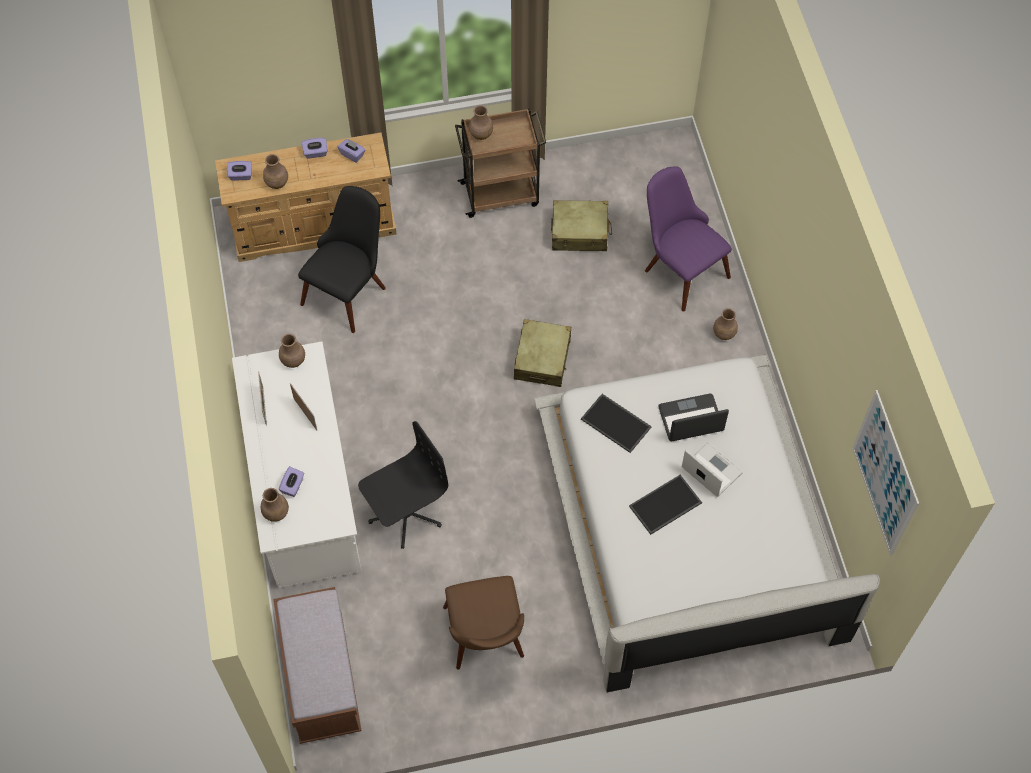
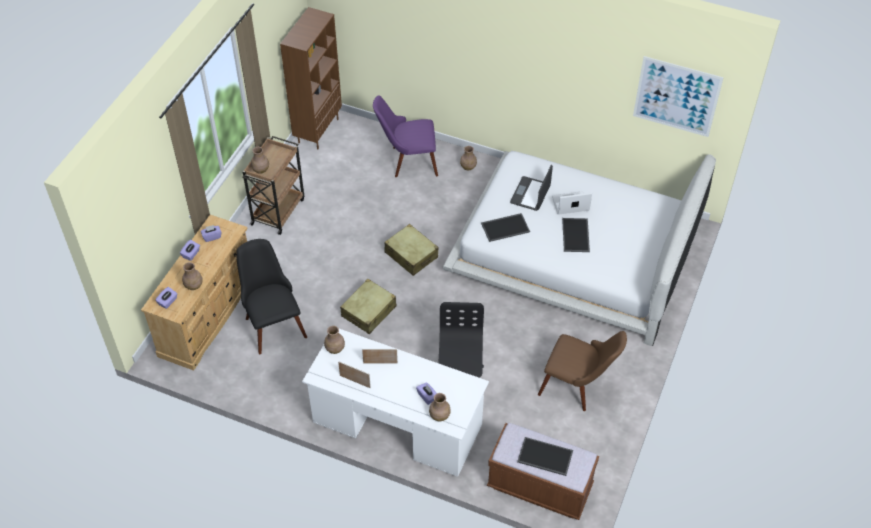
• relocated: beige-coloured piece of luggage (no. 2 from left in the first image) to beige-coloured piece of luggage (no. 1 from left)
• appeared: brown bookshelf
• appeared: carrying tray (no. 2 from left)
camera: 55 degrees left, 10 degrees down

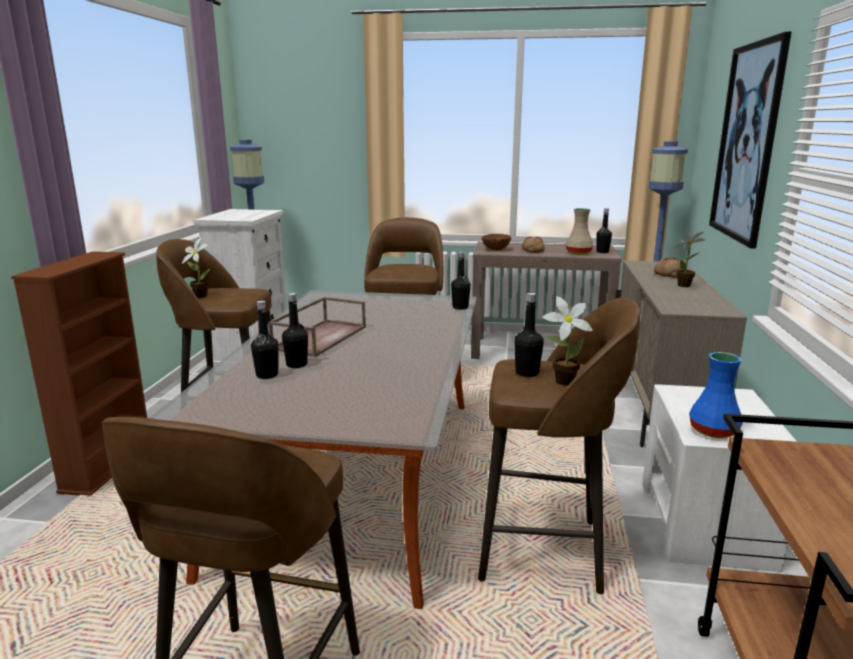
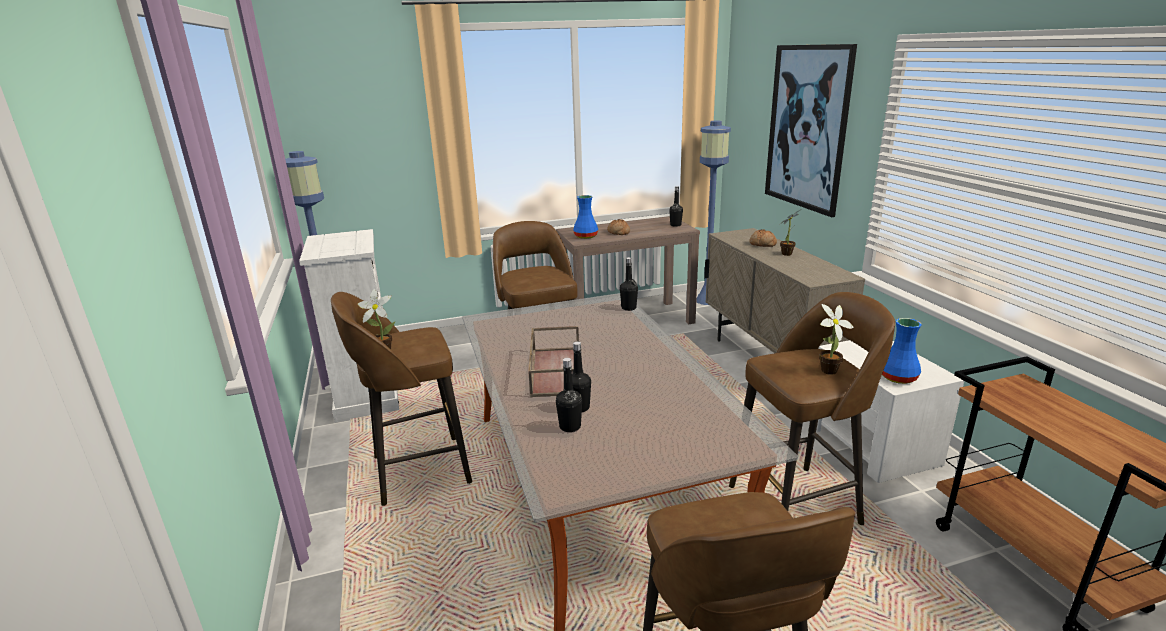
• missing: brown bookshelf
• exchanged: brown bowl to bluish flower vase (no. 1 from left)
• missing: black bottle (no. 4 from left)
• missing: beige-coloured flower vase
camera: 25 degrees left, 5 degrees up

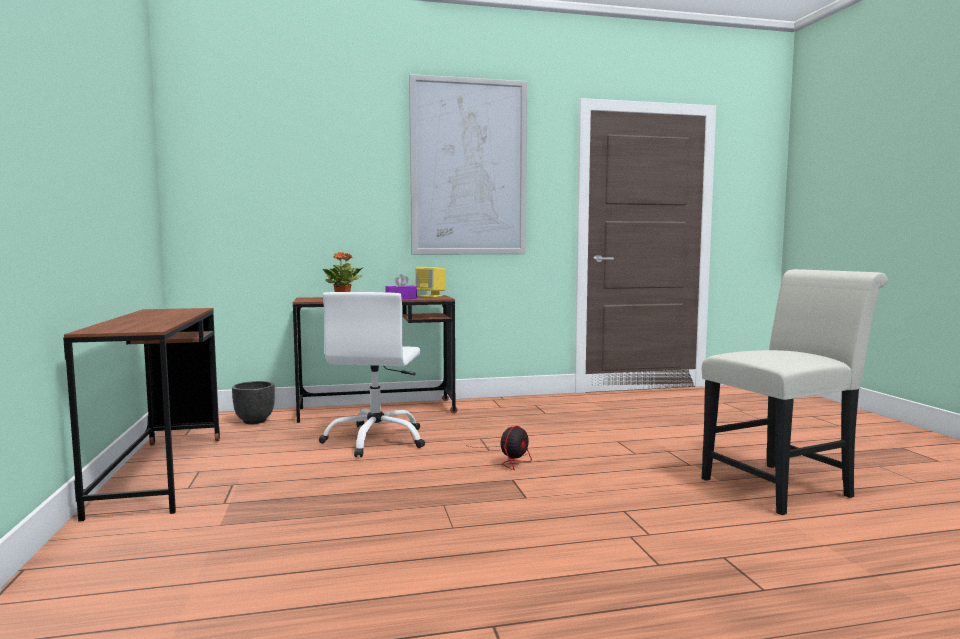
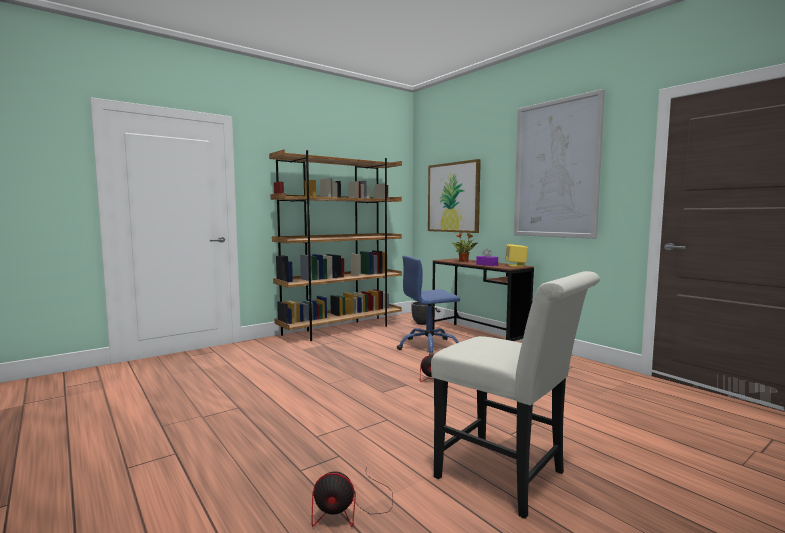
• exchanged: brown desk table (no. 1 from left) to brown bookshelf
• colour: white desk chair to bluish desk chair
• appeared: electric fan (no. 1 from left)
• appeared: picture (no. 1 from left)
camera: 65 degrees right, 0 degrees up

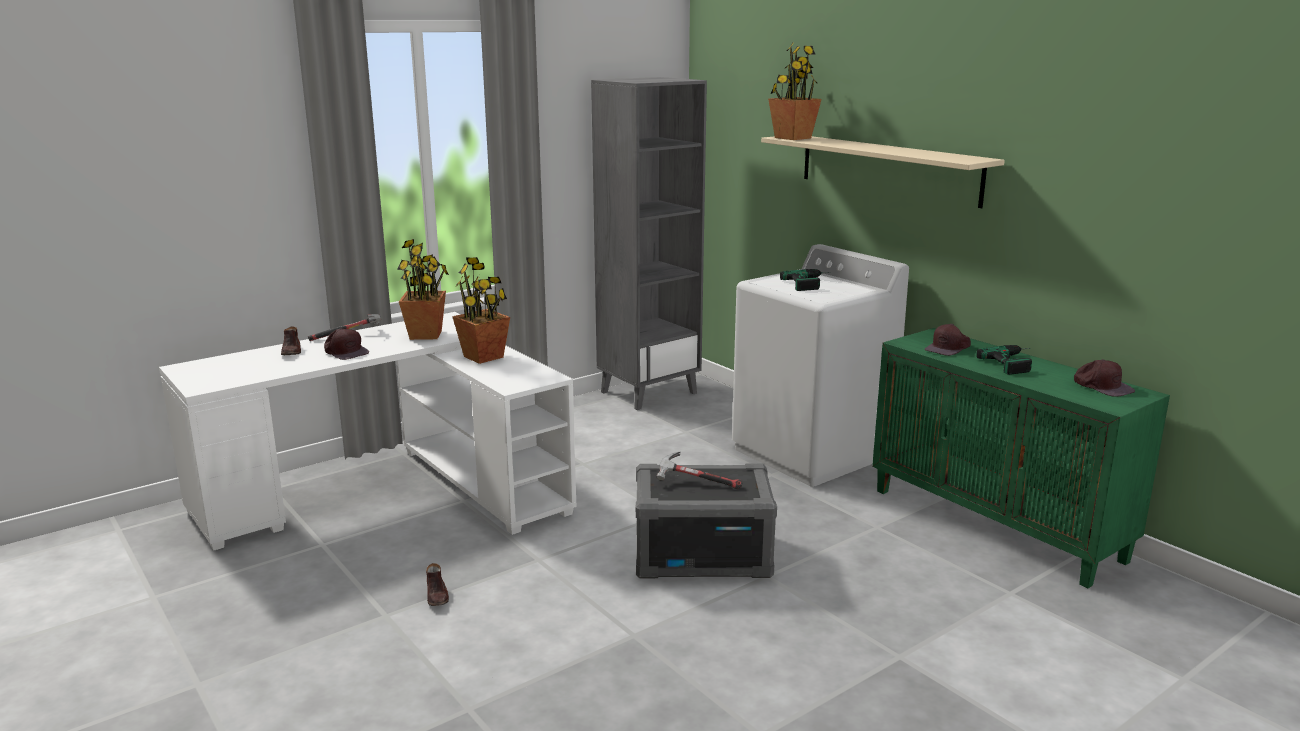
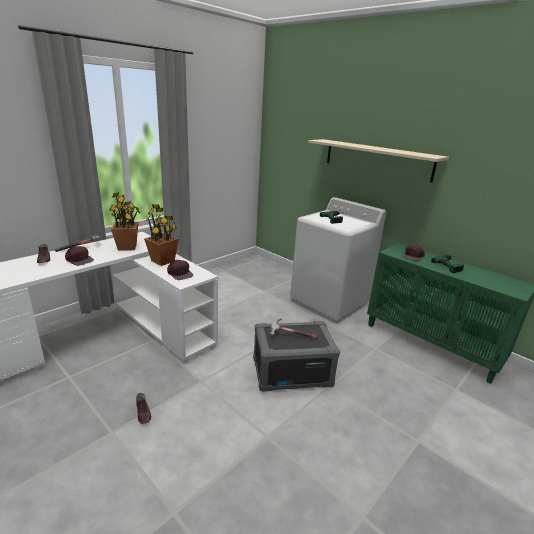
• missing: greyish bookshelf
• missing: plant in a pot (no. 3 from left)
• relocated: brown baseball cap (no. 3 from left in the first image) to brown baseball cap (no. 2 from left)
camera: 10 degrees left, 5 degrees up

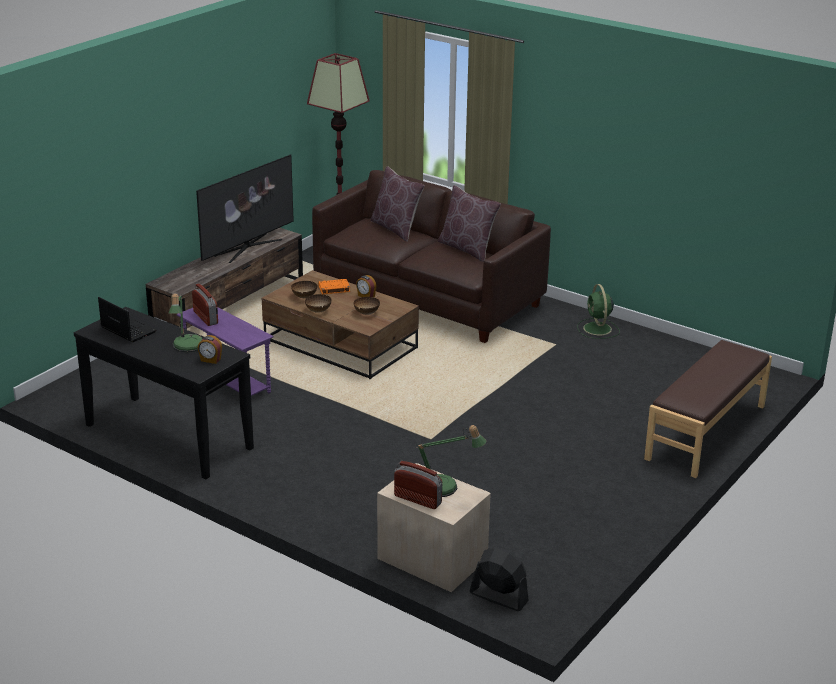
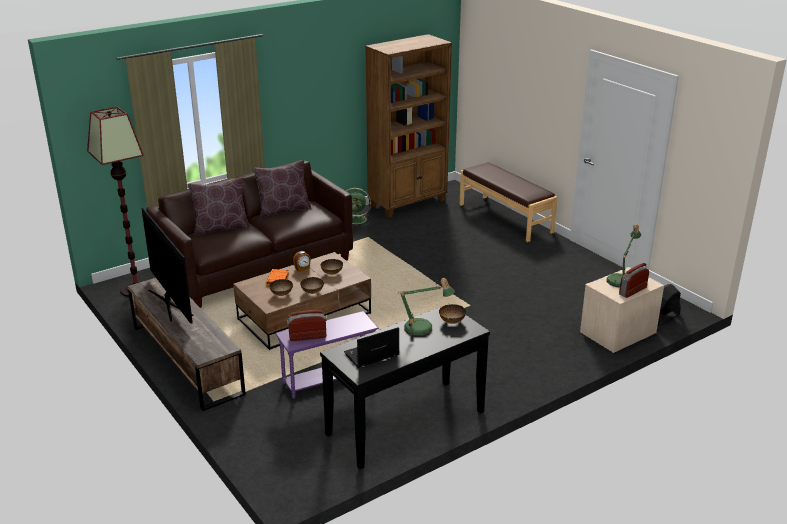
• exchanged: alarm clock (no. 1 from left) to bowl (no. 4 from left)
• appeared: brown bookshelf
camera: 70 degrees left, 0 degrees up

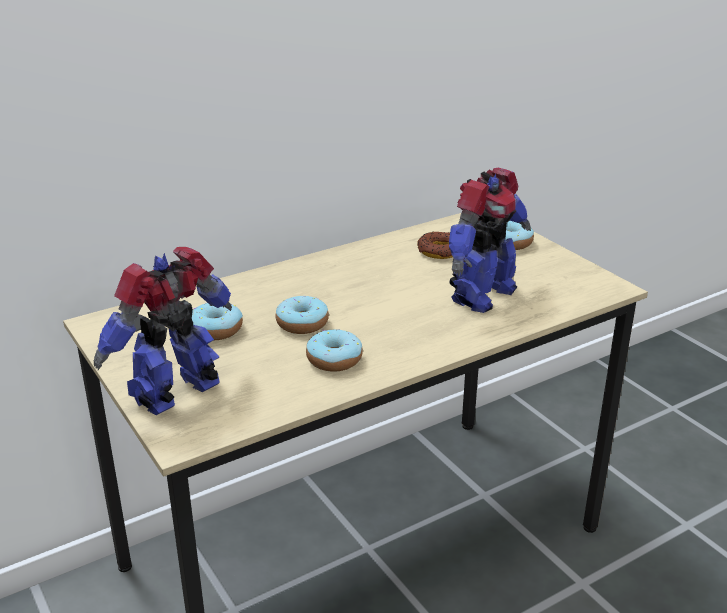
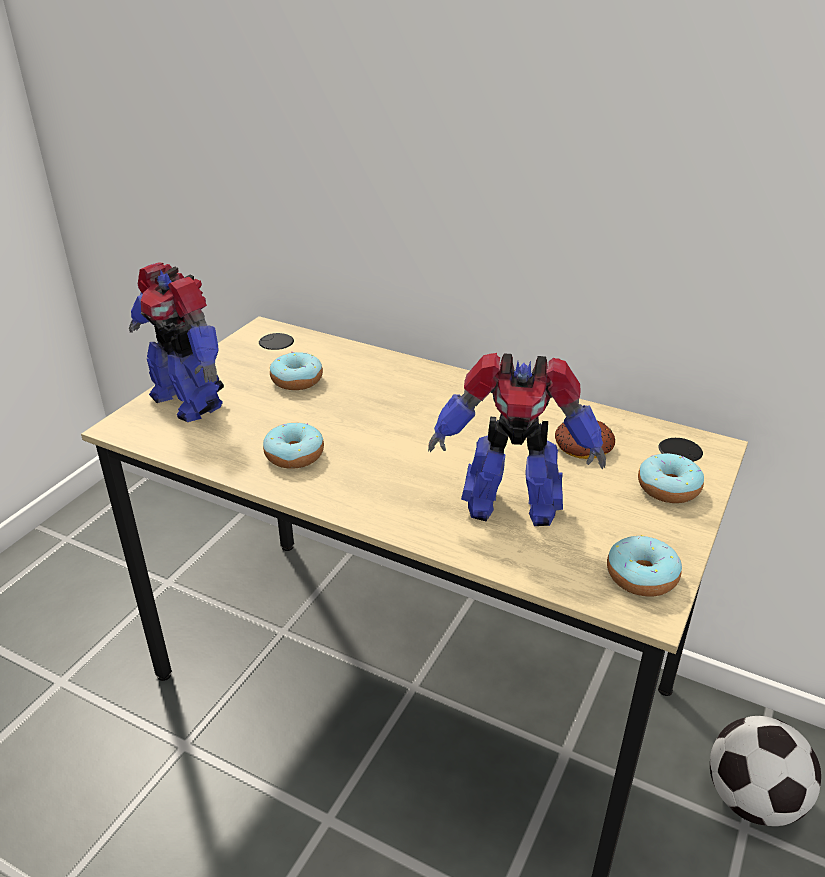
• spun: toy robot (no. 1 from left) 150 degrees counterclockwise
• relocated: donut (no. 2 from left in the first image) to donut (no. 4 from left)
• appeared: football
camera: 60 degrees right, 5 degrees up

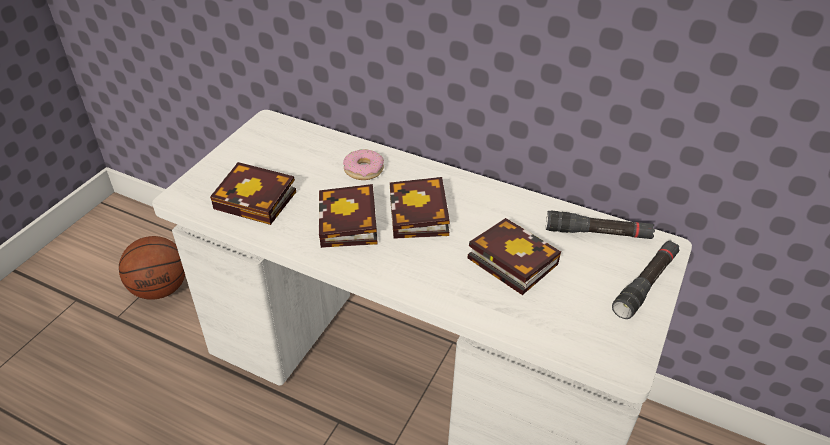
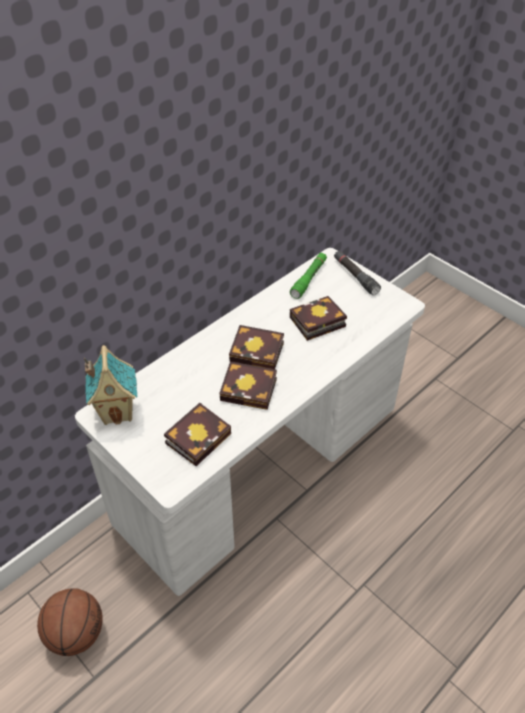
• missing: donut
• colour: black torch (no. 1 from left) to greenish torch
• appeared: miniature house
camera: 70 degrees left, 5 degrees up

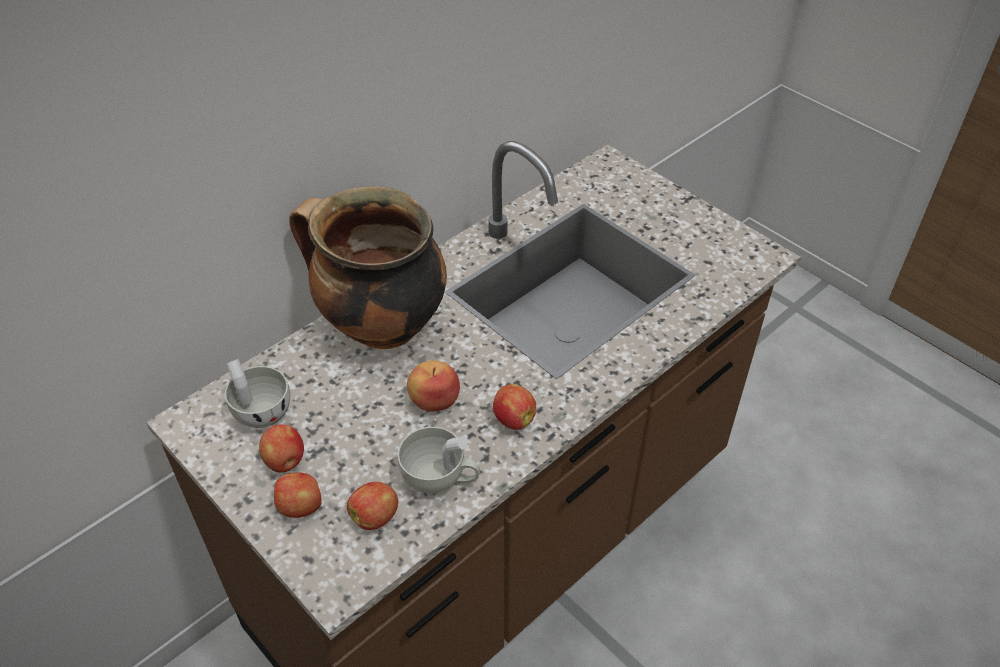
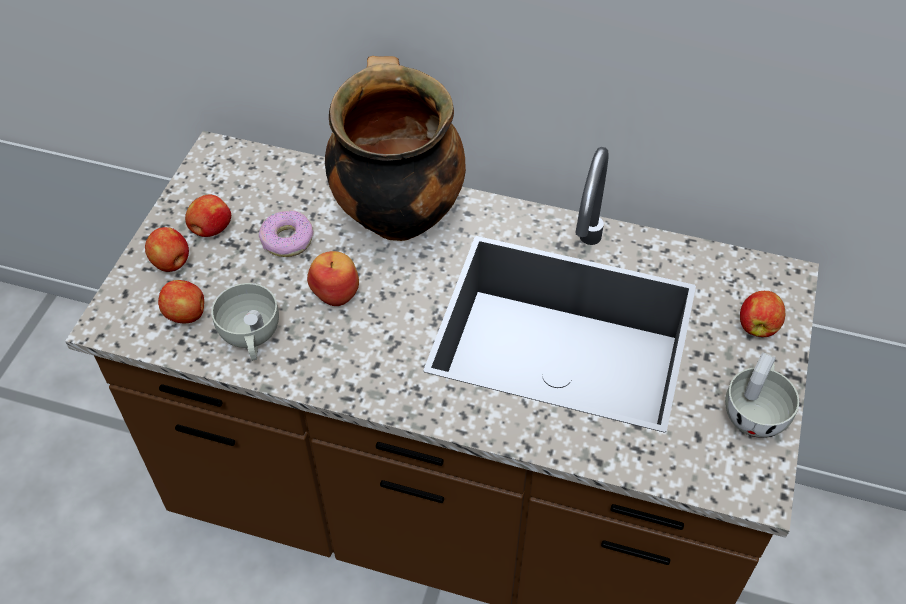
• relocated: white drinking cup (no. 1 from left in the first image) to white drinking cup (no. 2 from left)
• relocated: apple fruit (no. 5 from left)
• appeared: donut
camera: 60 degrees right, 5 degrees up

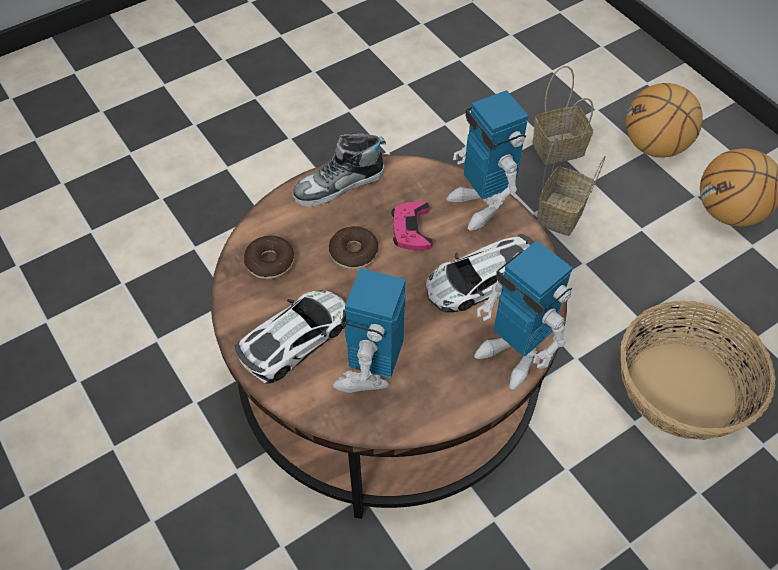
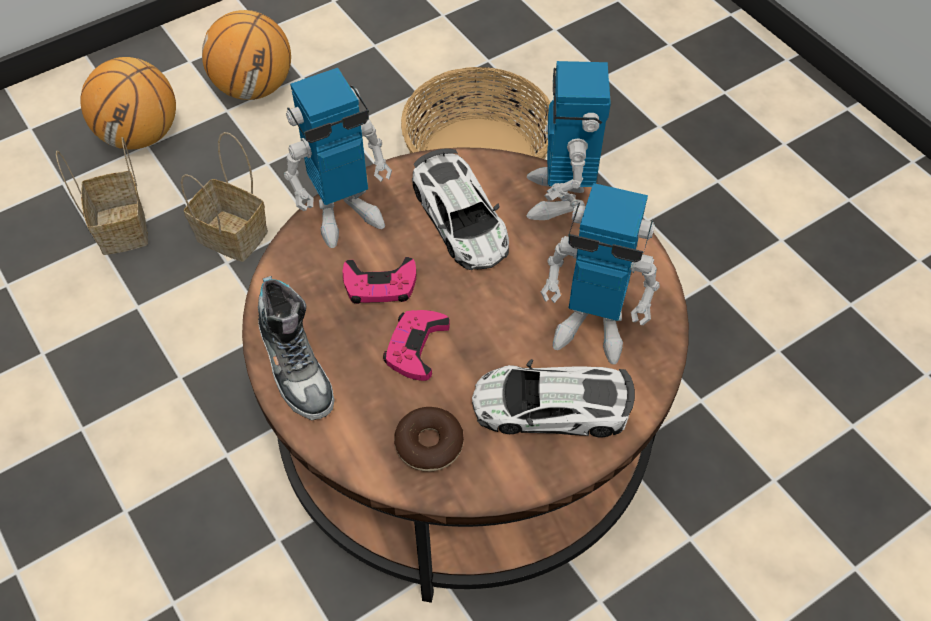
• spun: toy car (no. 1 from left in the first image) 45 degrees counterclockwise
• exchanged: donut (no. 2 from left) to pink gamepad (no. 2 from left)
• spun: toy robot (no. 3 from left in the first image) 135 degrees clockwise
camera: 90 degrees left, 0 degrees up

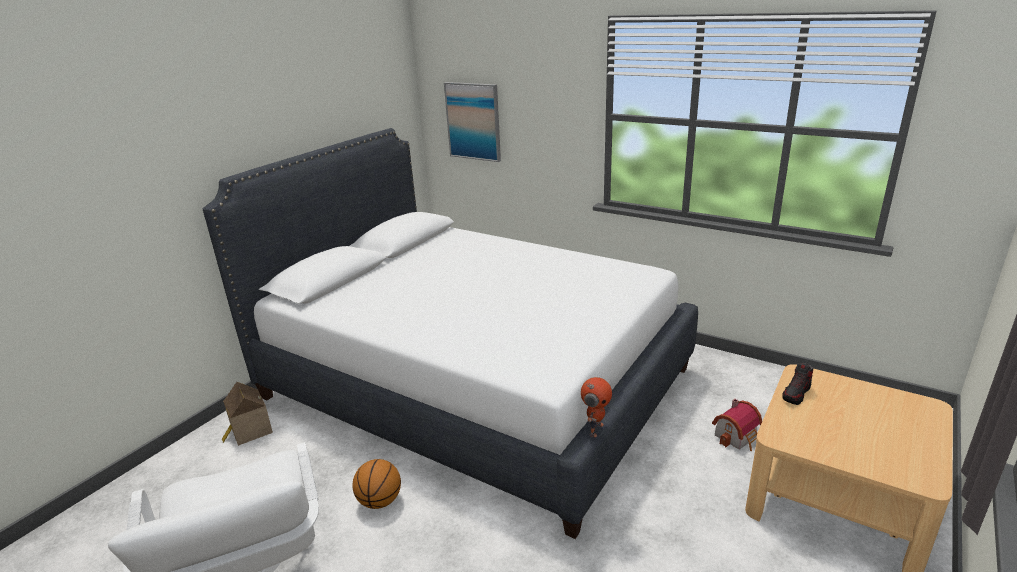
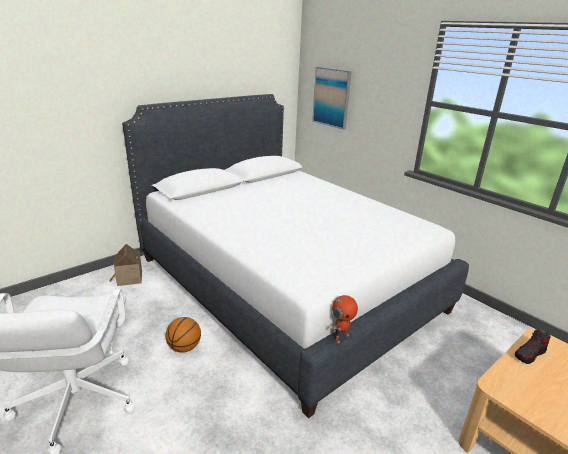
• missing: miniature house (no. 2 from left)
camera: 15 degrees right, 0 degrees up

